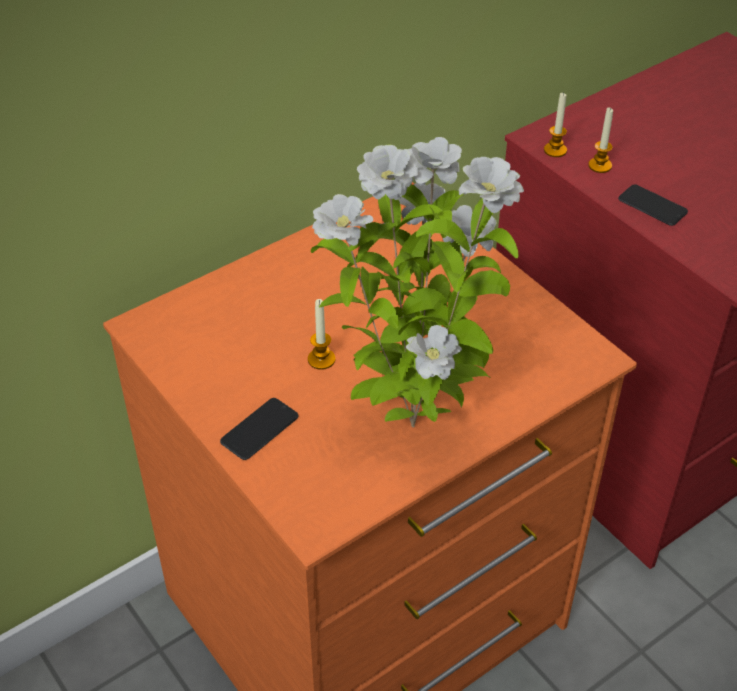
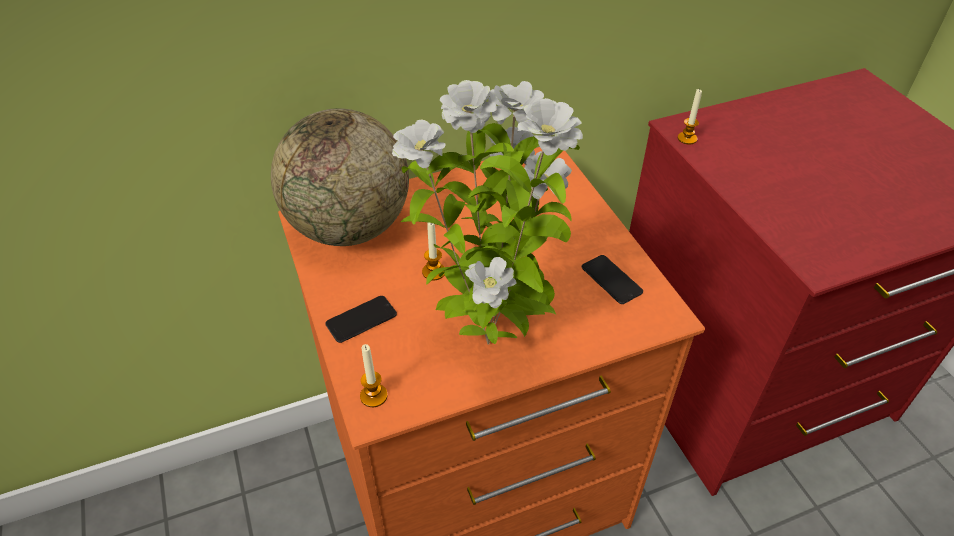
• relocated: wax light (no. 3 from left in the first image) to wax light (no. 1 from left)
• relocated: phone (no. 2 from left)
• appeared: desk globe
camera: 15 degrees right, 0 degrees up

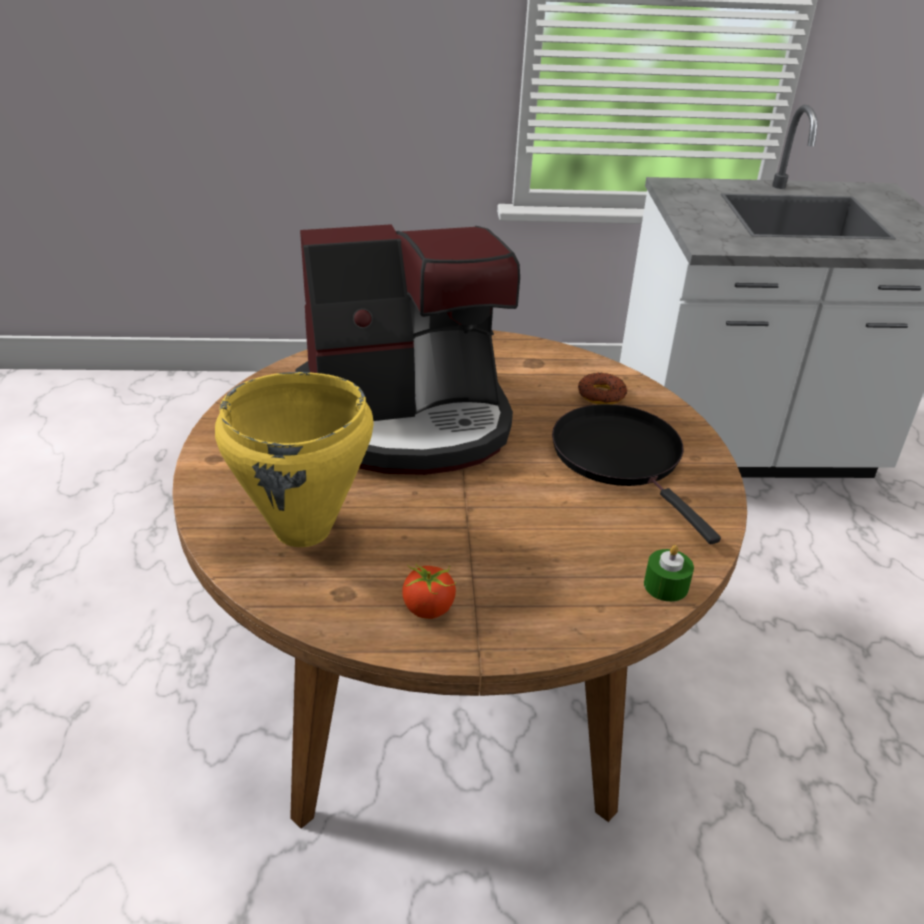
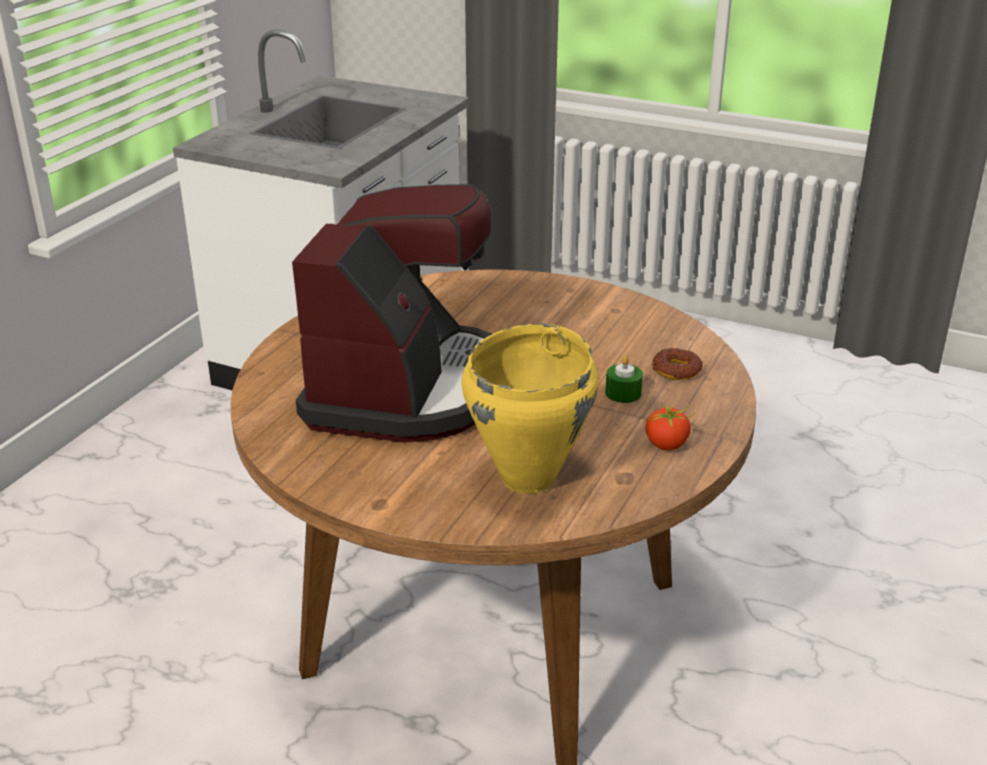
• missing: black frying pan
• relocated: donut
• relocated: greenish wax light
camera: 60 degrees left, 5 degrees down

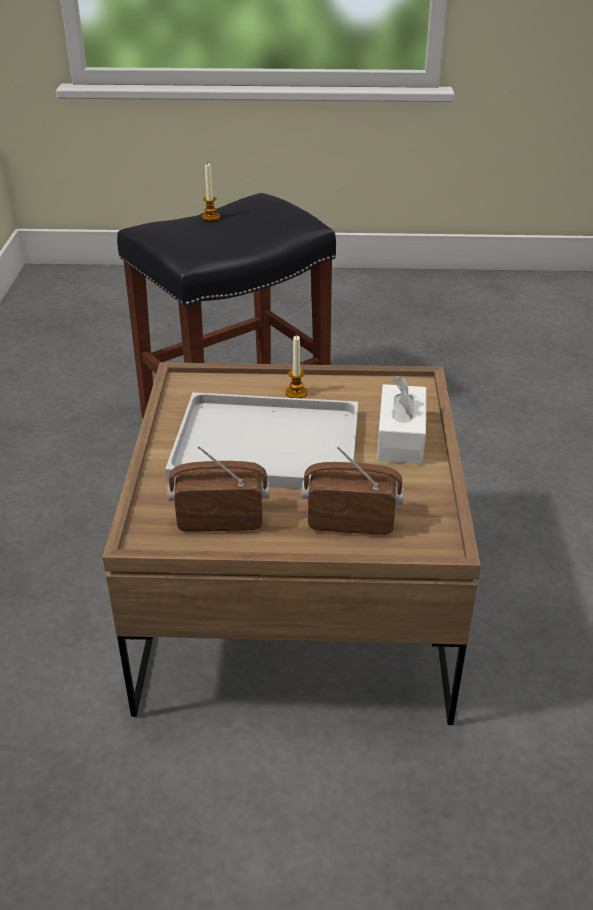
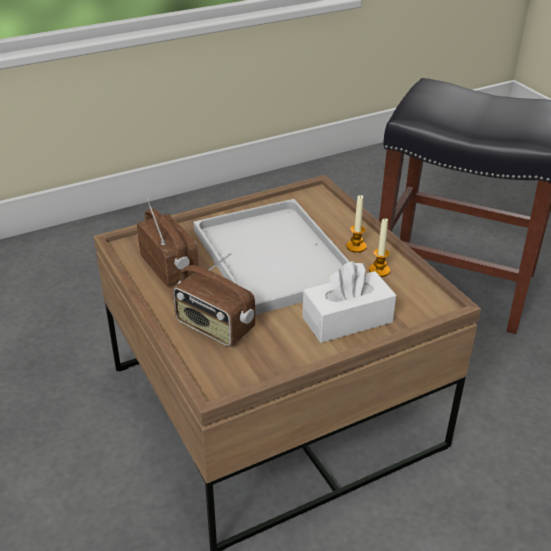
• relocated: wax light (no. 1 from left in the first image) to wax light (no. 2 from left)
• spun: radio set (no. 2 from left) 150 degrees clockwise
camera: 60 degrees right, 0 degrees up

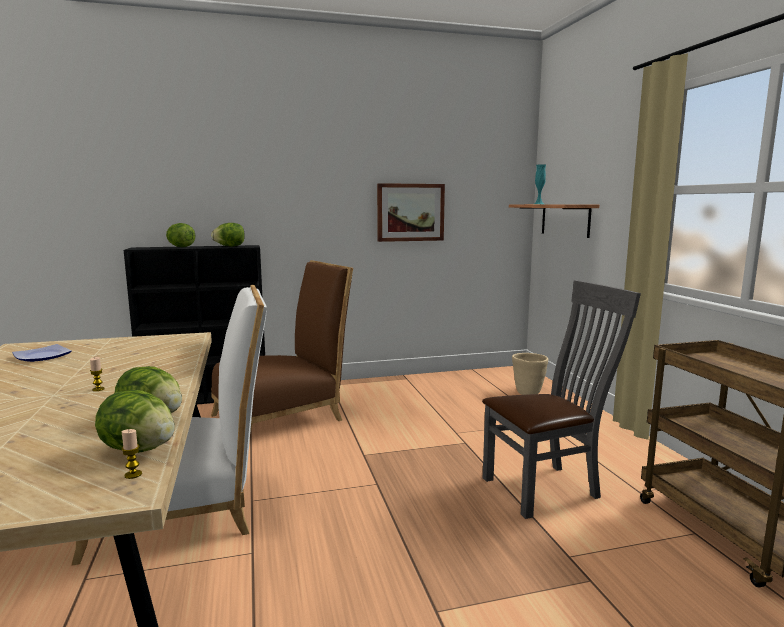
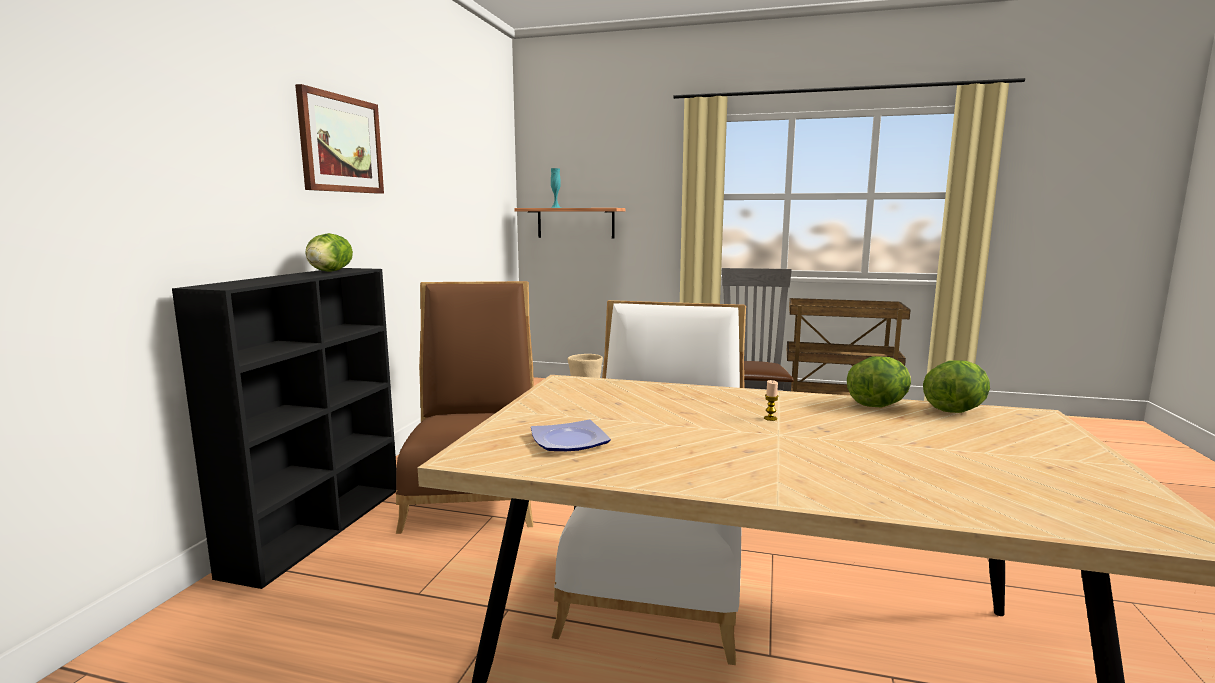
• missing: wax light (no. 2 from left)
• missing: lettuce head (no. 3 from left)
• relocated: picture
camera: 60 degrees left, 0 degrees up

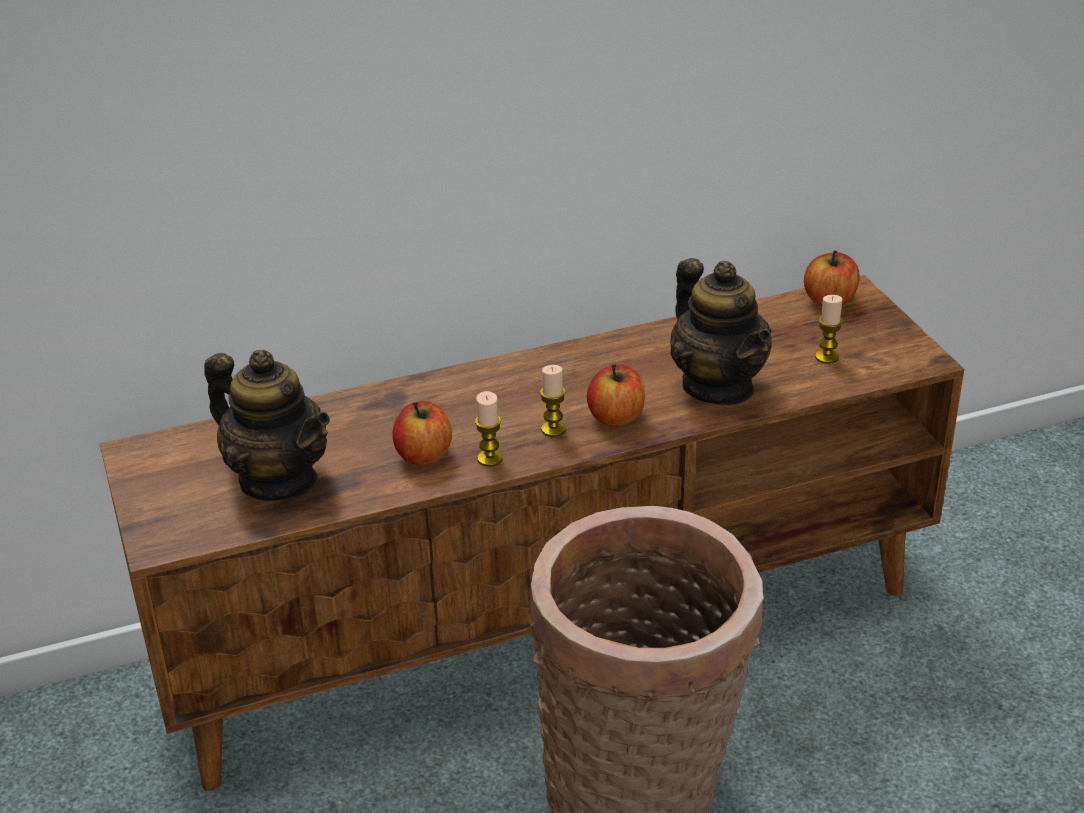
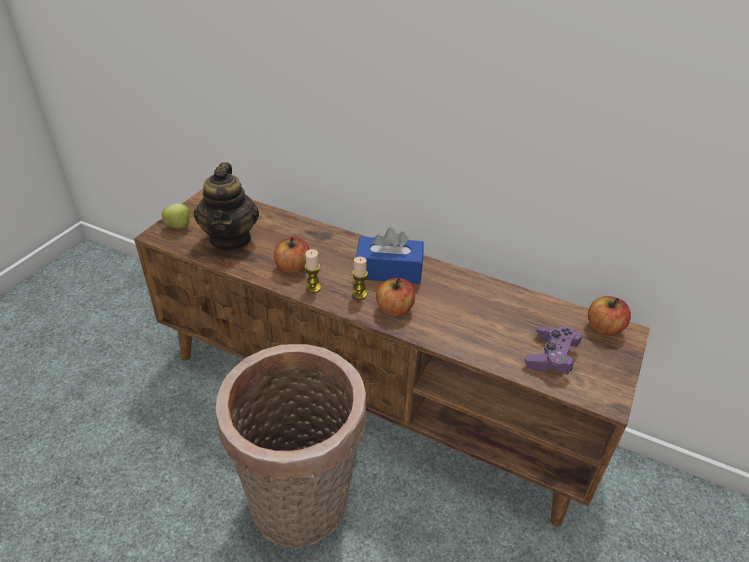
• missing: teapot (no. 2 from left)
• exchanged: wax light (no. 3 from left) to purplish gamepad
• appeared: apple fruit (no. 1 from left)
• appeared: bluish box of tissues
camera: 45 degrees right, 5 degrees up

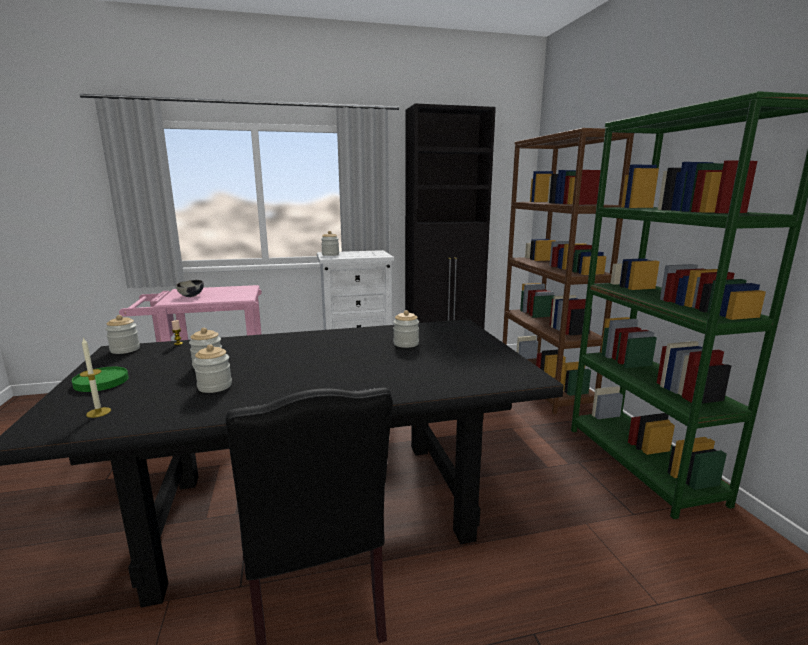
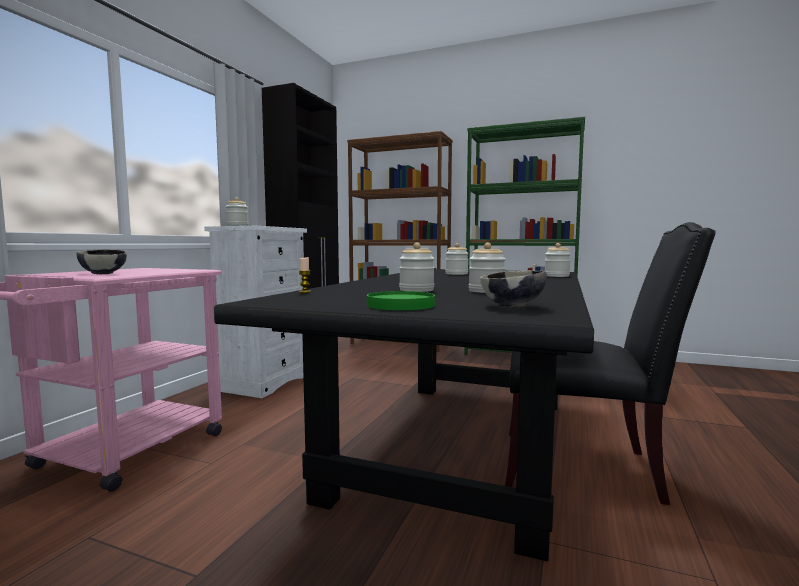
• exchanged: wax light (no. 1 from left) to bowl (no. 2 from left)
• relocated: jar (no. 1 from left in the first image) to jar (no. 5 from left)
camera: 55 degrees left, 10 degrees down

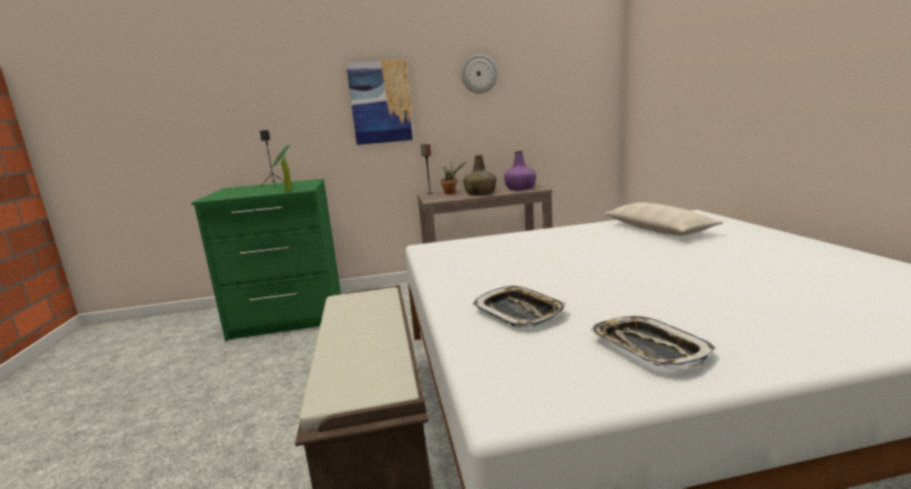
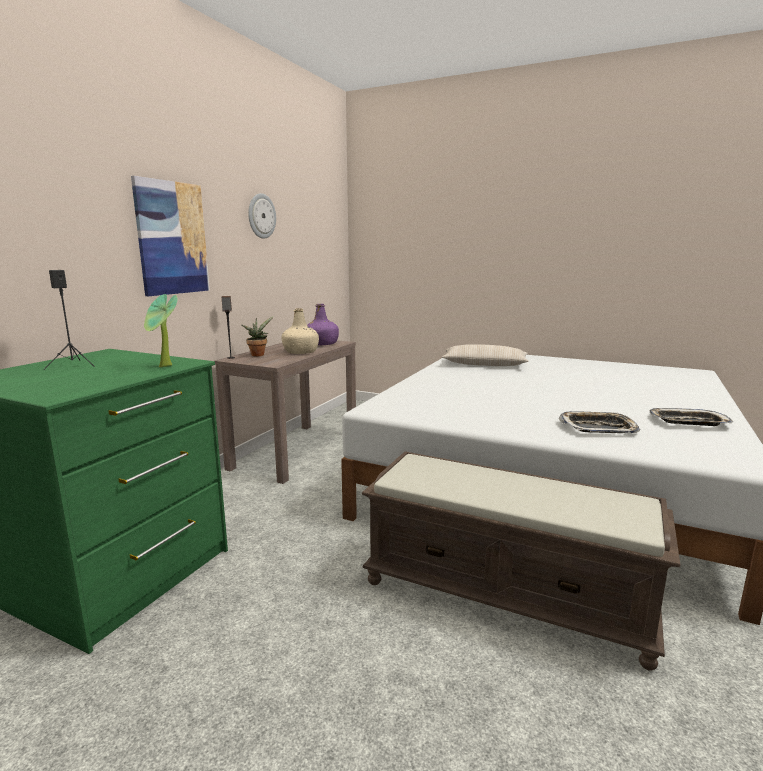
• colour: greenish bottle to beige-coloured bottle
camera: 55 degrees left, 0 degrees up

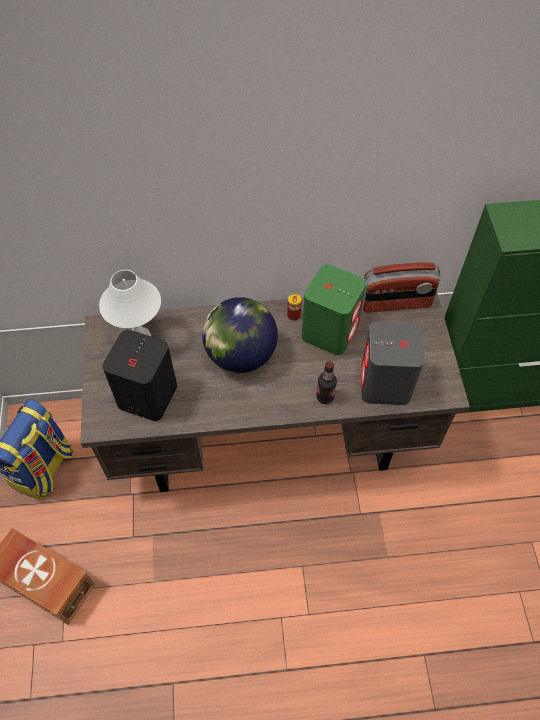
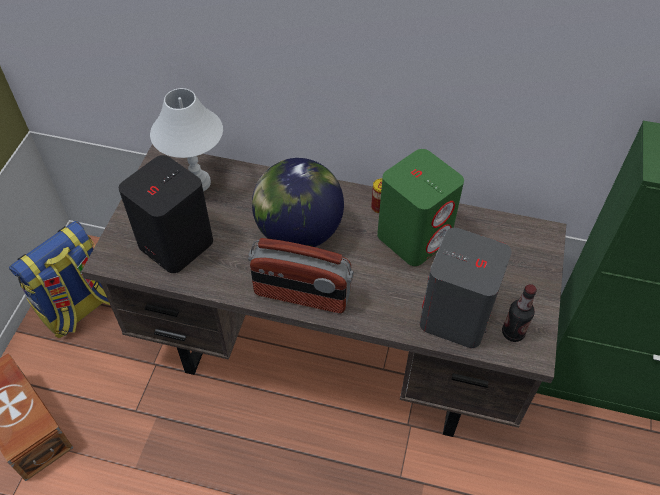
• relocated: bottle
• relocated: radio set
camera: 20 degrees right, 5 degrees down

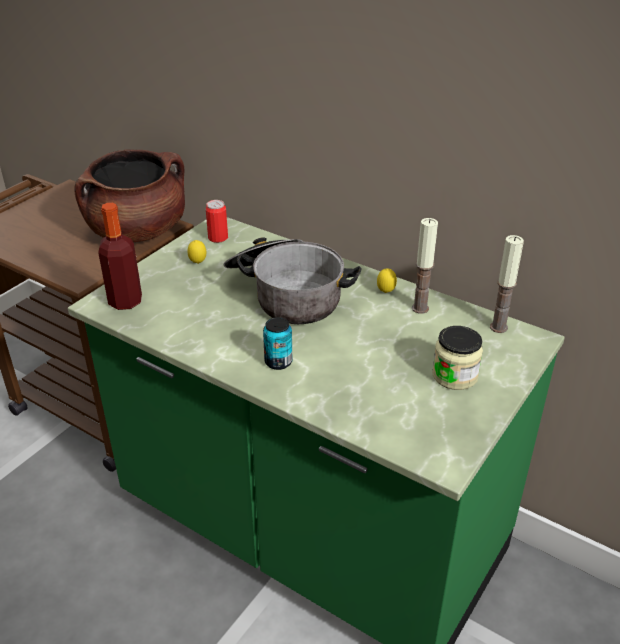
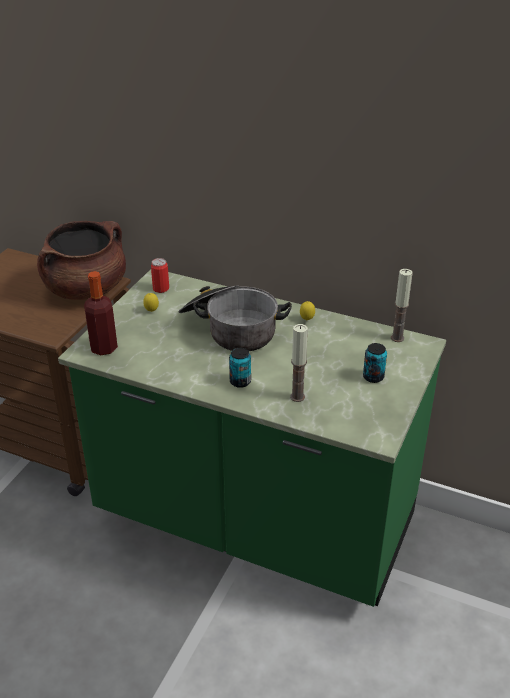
• relocated: wax light (no. 1 from left)
• exchanged: jar to metal can (no. 3 from left)
camera: 10 degrees left, 0 degrees up

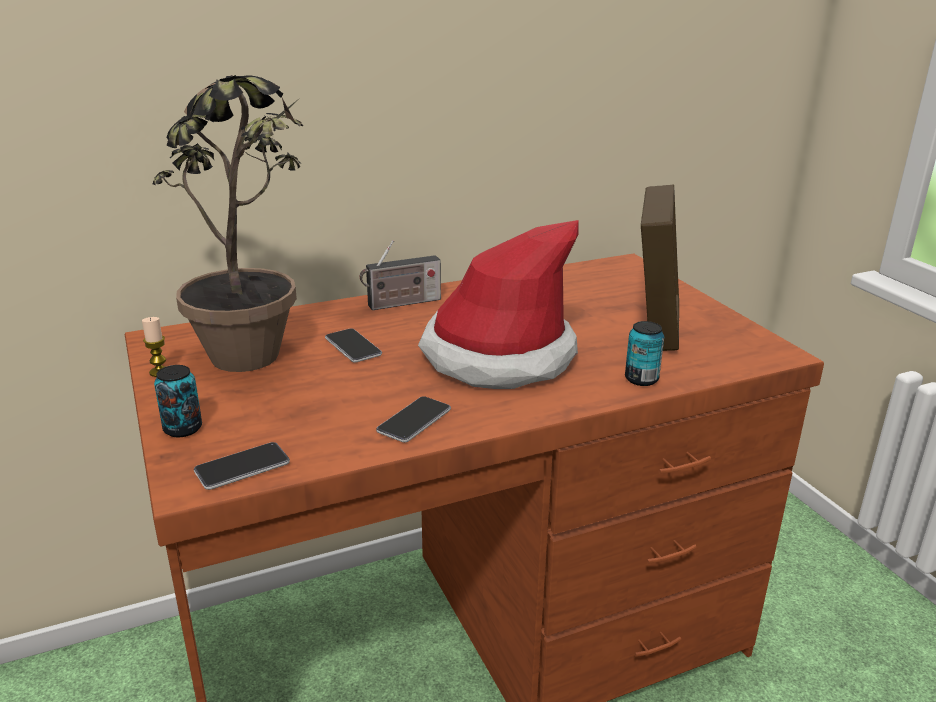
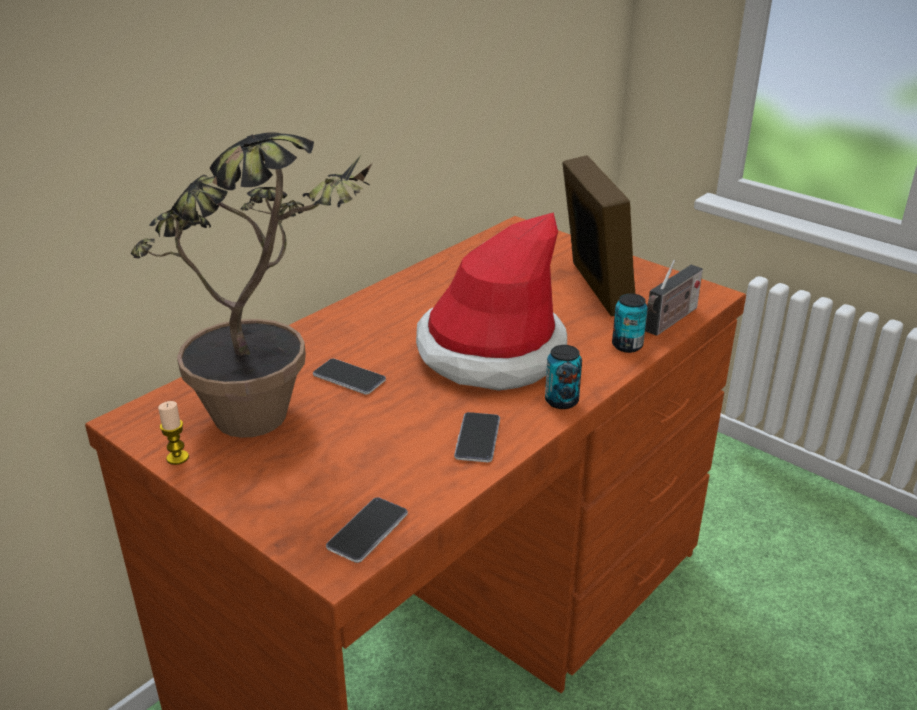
• relocated: metal can (no. 1 from left)
• relocated: radio set
camera: 25 degrees left, 5 degrees up

